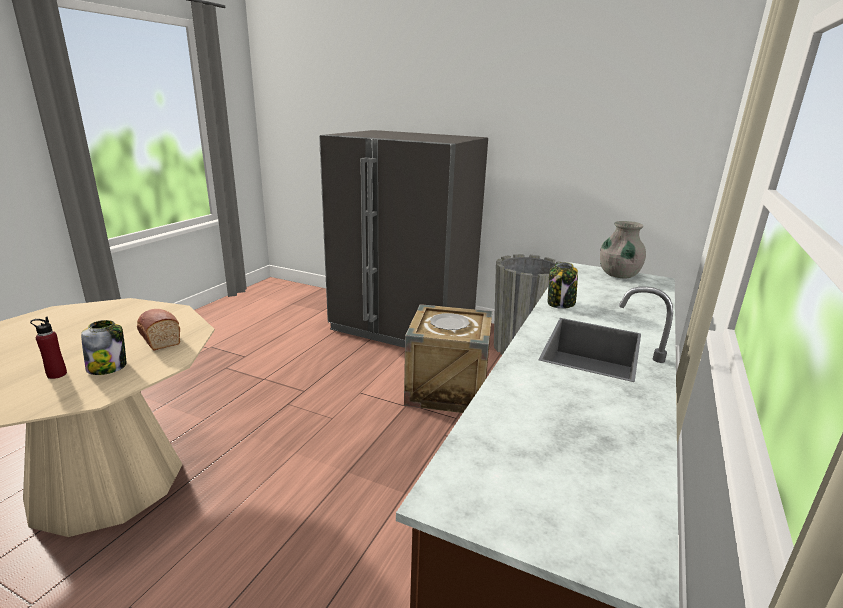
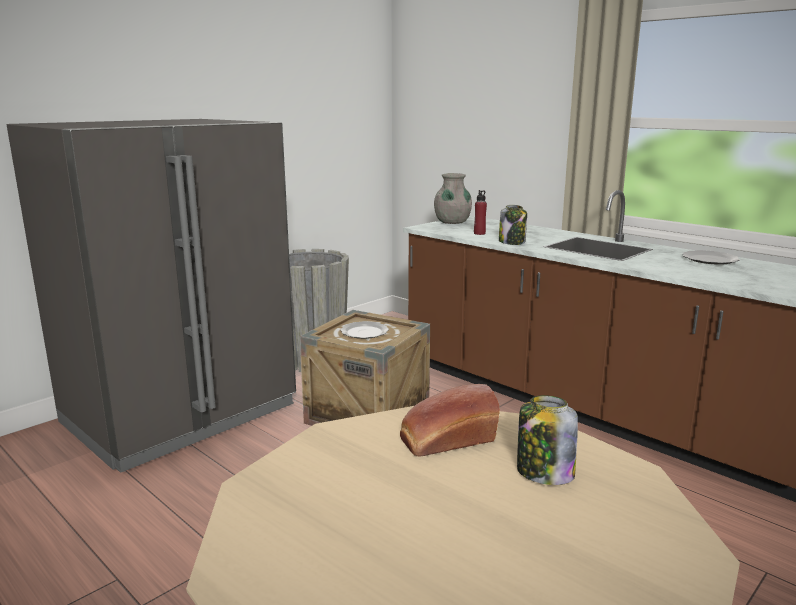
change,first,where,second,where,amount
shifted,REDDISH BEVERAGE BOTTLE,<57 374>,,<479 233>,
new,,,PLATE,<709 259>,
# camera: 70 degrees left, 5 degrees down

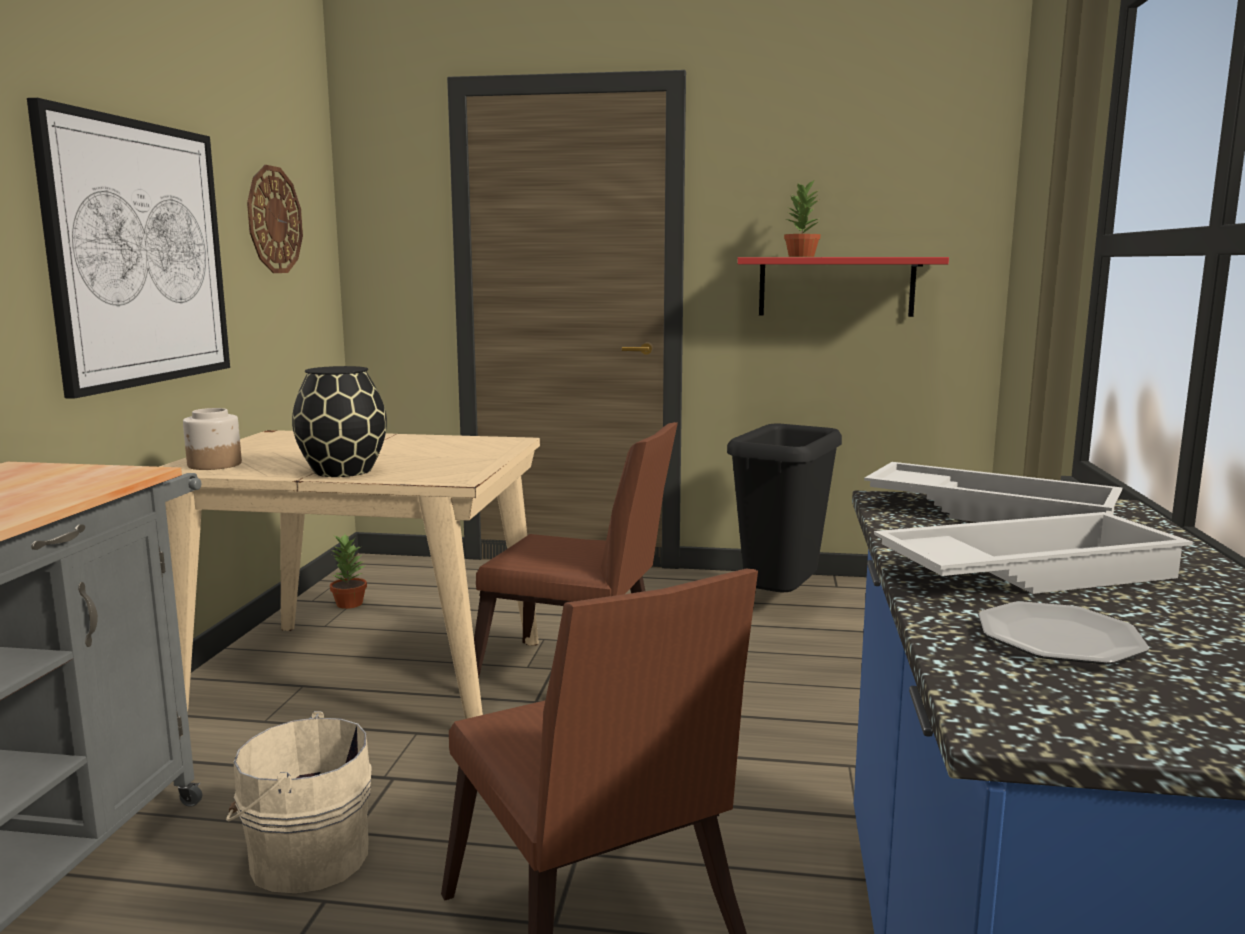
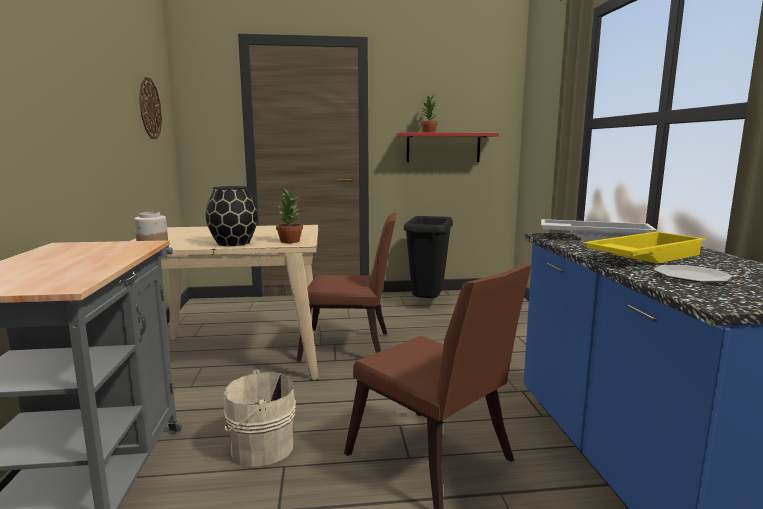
change,first,where,second,where,amount
gone,WALL PICTURE,<139 254>,,,
repainted,WHITE-COLOURED TRAY,<1026 571>,YELLOW-COLOURED TRAY,<642 256>,
shifted,PLANT IN A POT,<349 603>,,<289 241>,
# camera: 15 degrees left, 0 degrees up

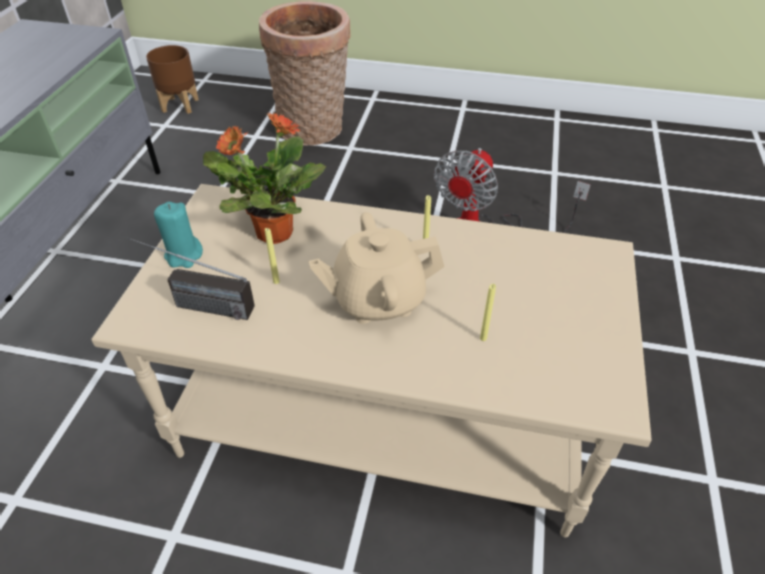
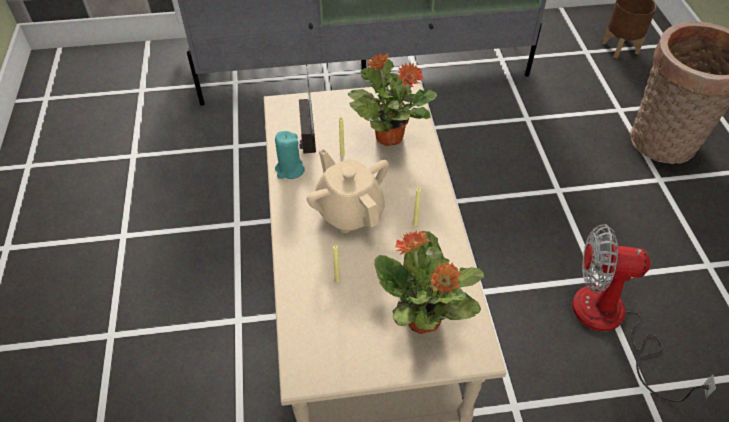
change,first,where,second,where,amount
shifted,BLUE-GREEN CANDLE,<184 255>,,<289 170>,
new,,,PLANT IN A POT,<423 320>,
# camera: 70 degrees right, 5 degrees up

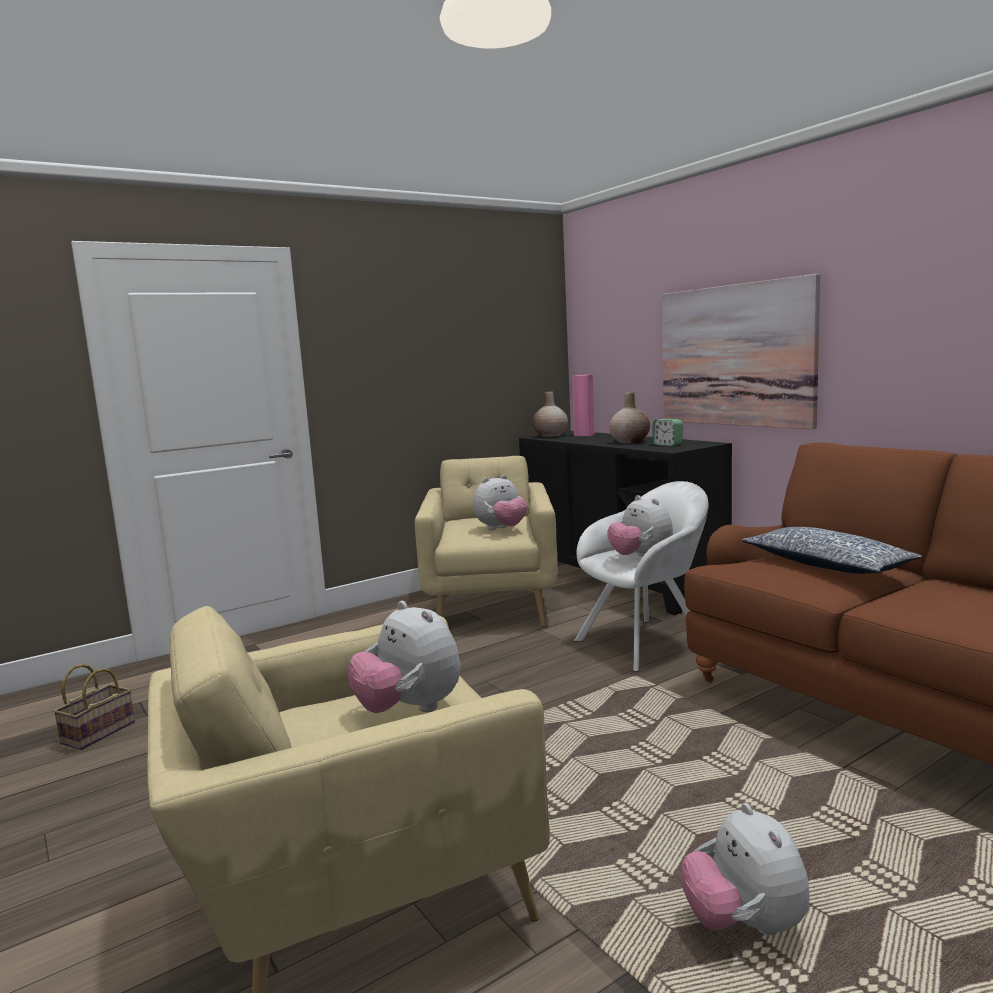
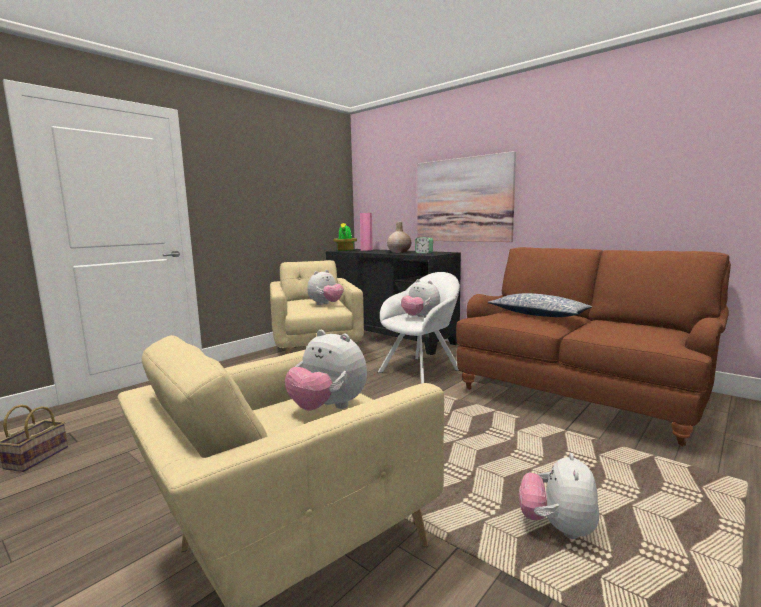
change,first,where,second,where,amount
swapped,BEIGE FLOWER VASE,<550 435>,PLANT IN A POT,<345 250>,
rotated,PLUSH TOY,<744 924>,,<557 528>,45 degrees clockwise
# camera: 15 degrees left, 0 degrees up

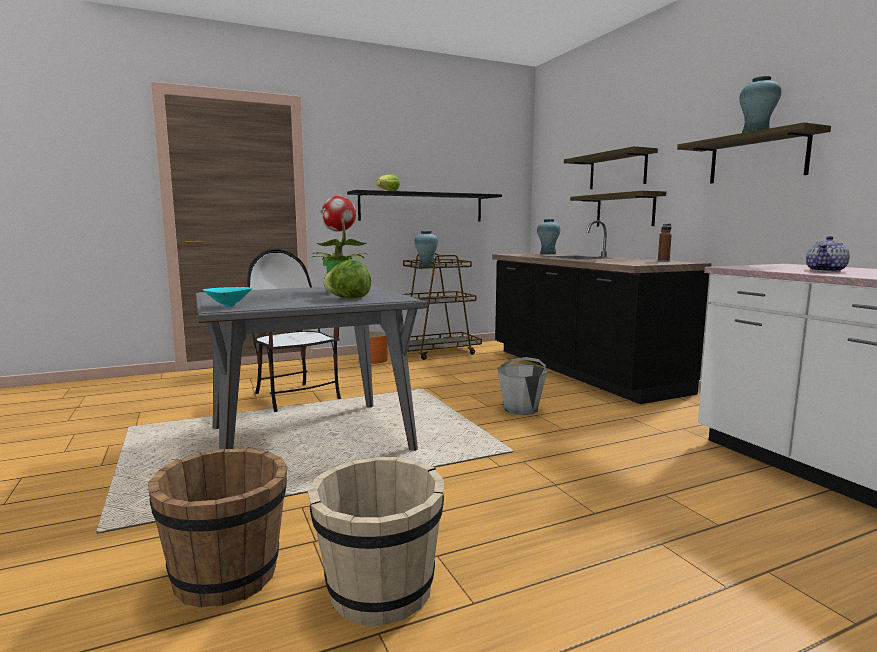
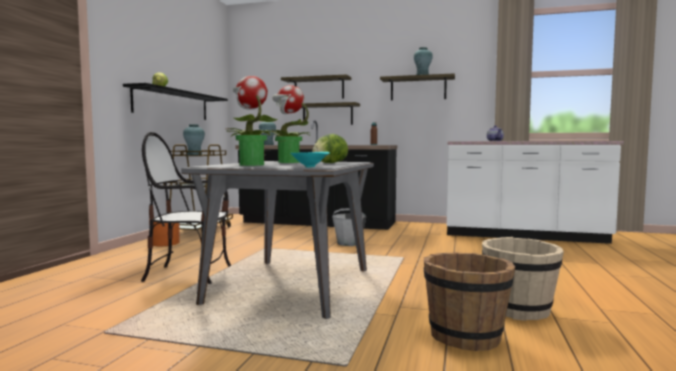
change,first,where,second,where,amount
new,,,PLANT IN A POT,<251 165>,
# camera: 50 degrees left, 5 degrees down

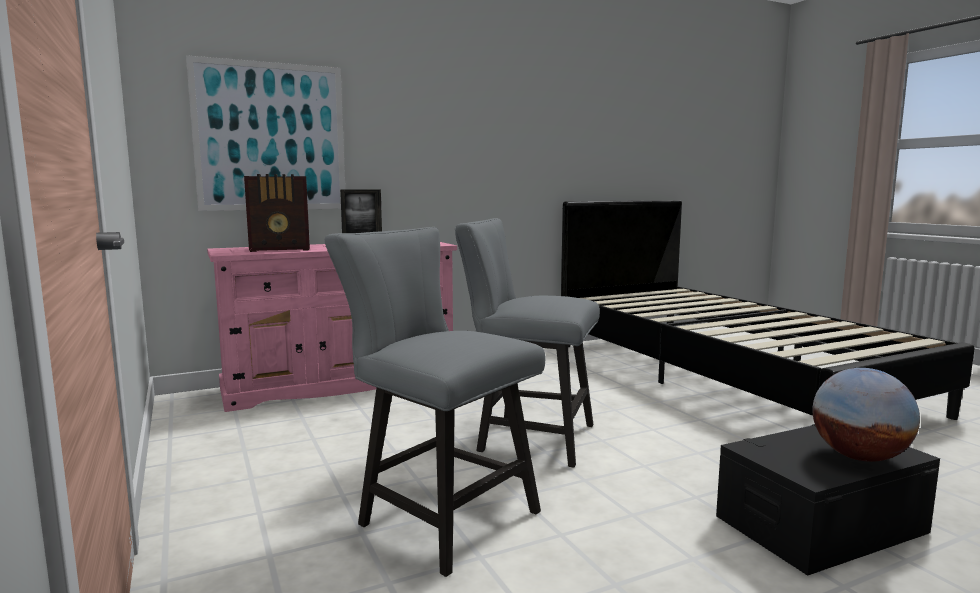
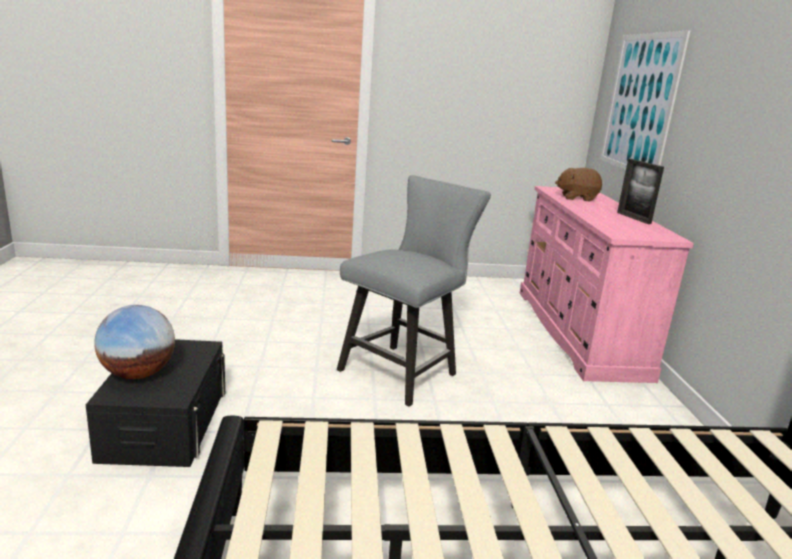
change,first,where,second,where,amount
swapped,RADIO SET,<282 249>,BROWNISH PLUSH TOY,<577 198>,
gone,GREYISH UPRIGHT CHAIR,<438 515>,,,
# camera: 110 degrees right, 10 degrees up

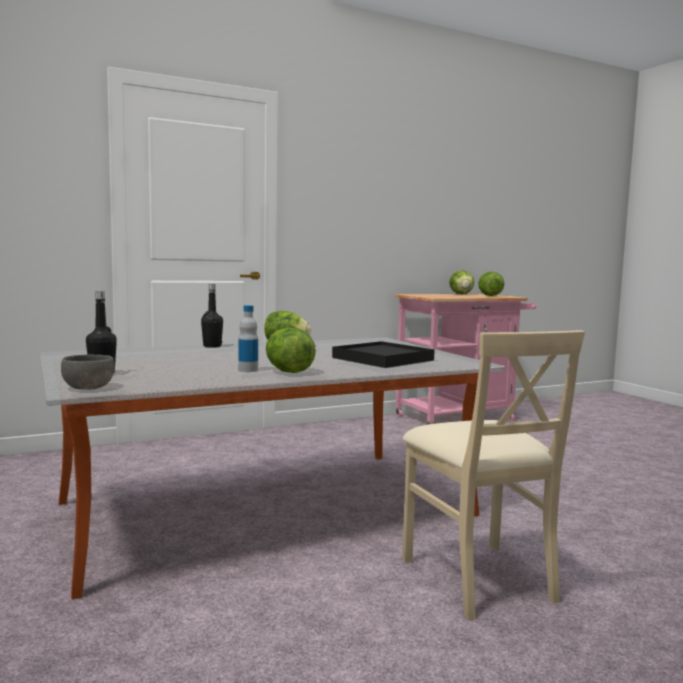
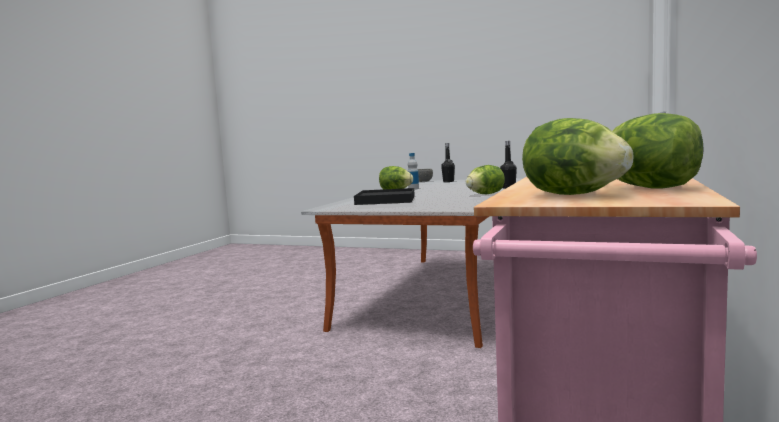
change,first,where,second,where,amount
gone,BEIGE UPRIGHT CHAIR,<477 577>,,,
# camera: 140 degrees right, 0 degrees up

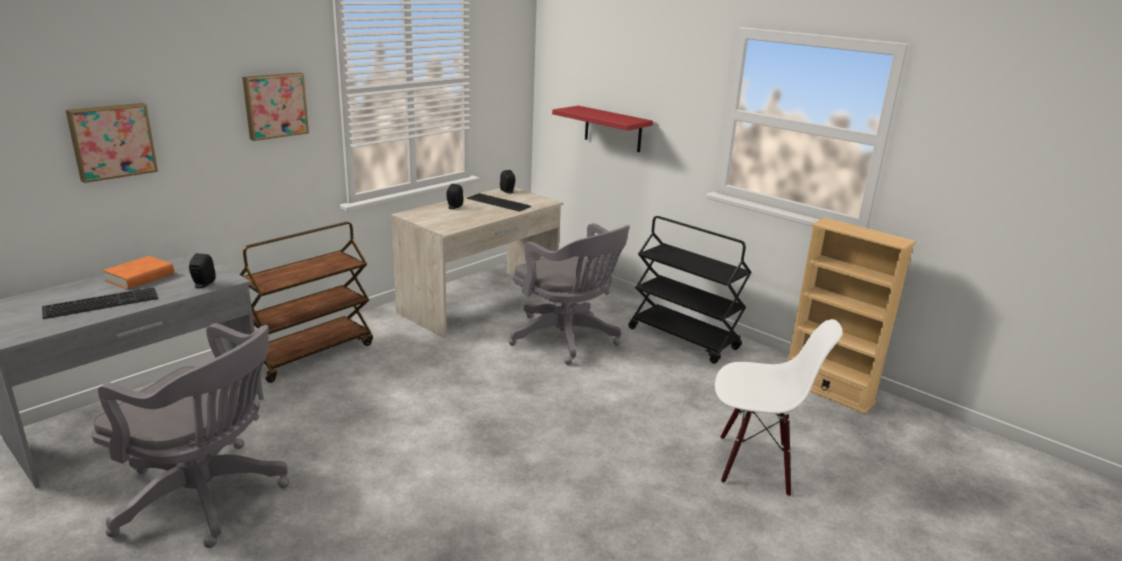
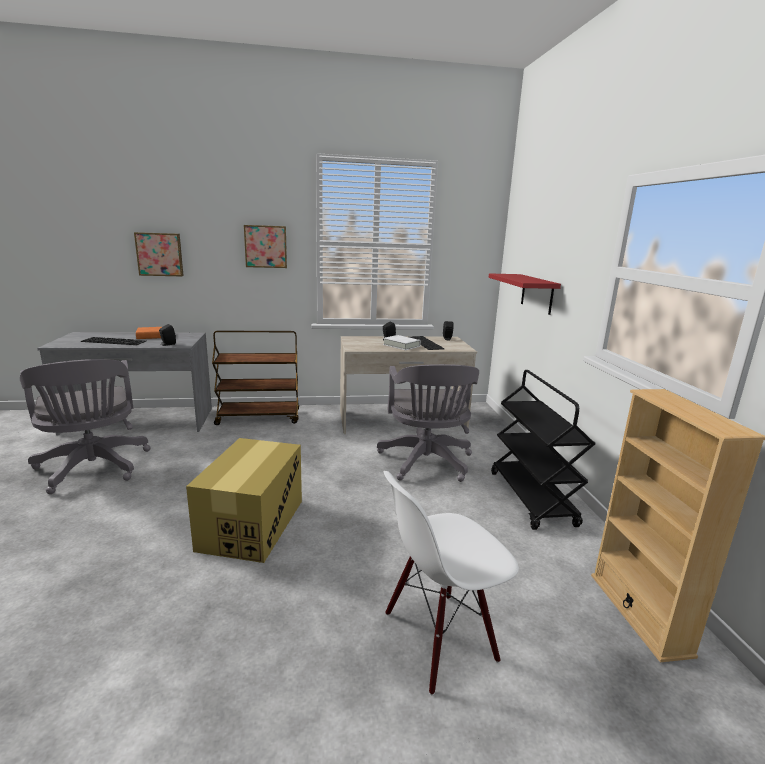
change,first,where,second,where,amount
rotated,WHITE-COLOURED UPRIGHT CHAIR,<754 464>,,<439 638>,105 degrees clockwise
new,,,WHITE-COLOURED BOUND BOOK,<401 345>,
new,,,CARTON,<252 524>,
# camera: 40 degrees right, 5 degrees down

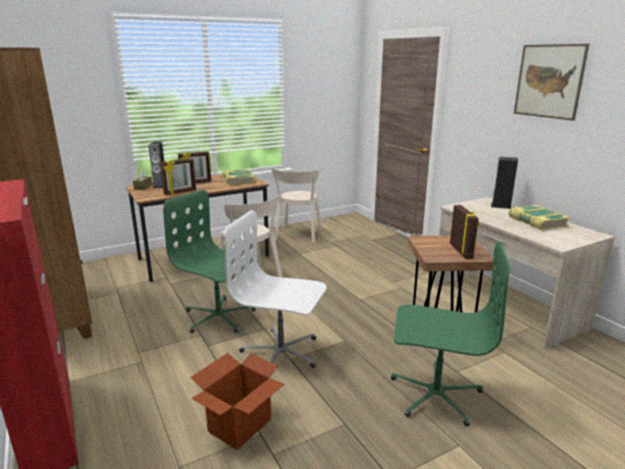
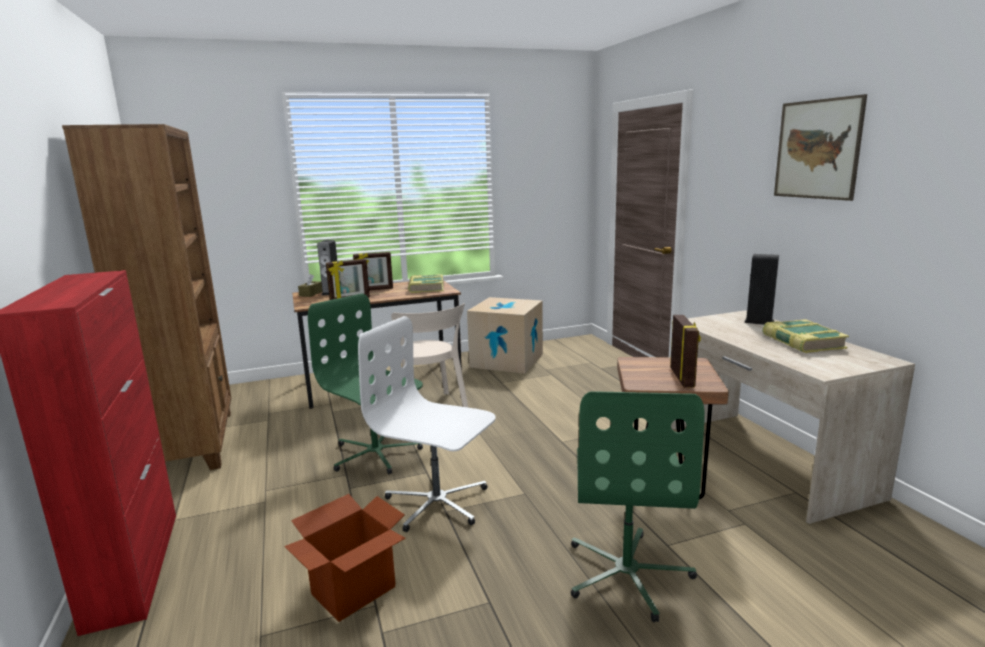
change,first,where,second,where,amount
swapped,BEIGE UPRIGHT CHAIR,<298 235>,CARTON,<507 360>,
rotated,GREEN-COLOURED COMPUTER CHAIR,<435 394>,,<627 573>,75 degrees clockwise
# camera: 10 degrees right, 5 degrees down

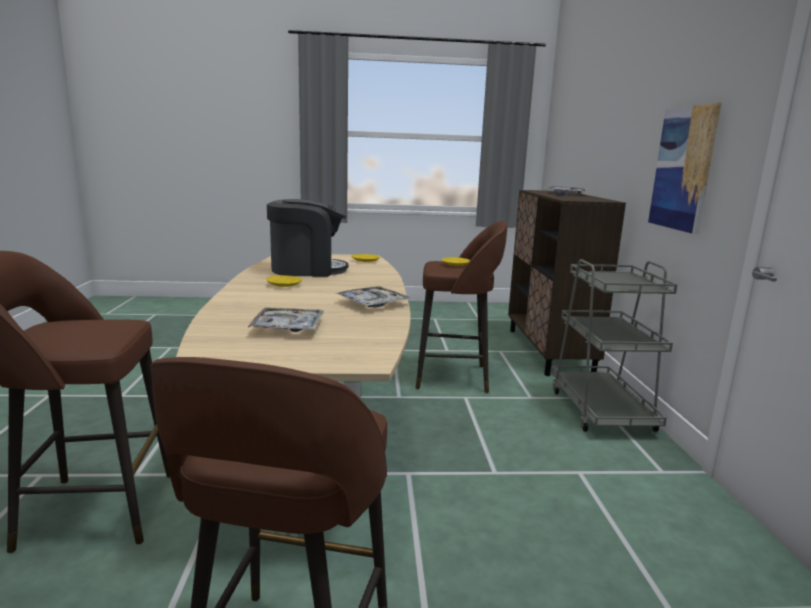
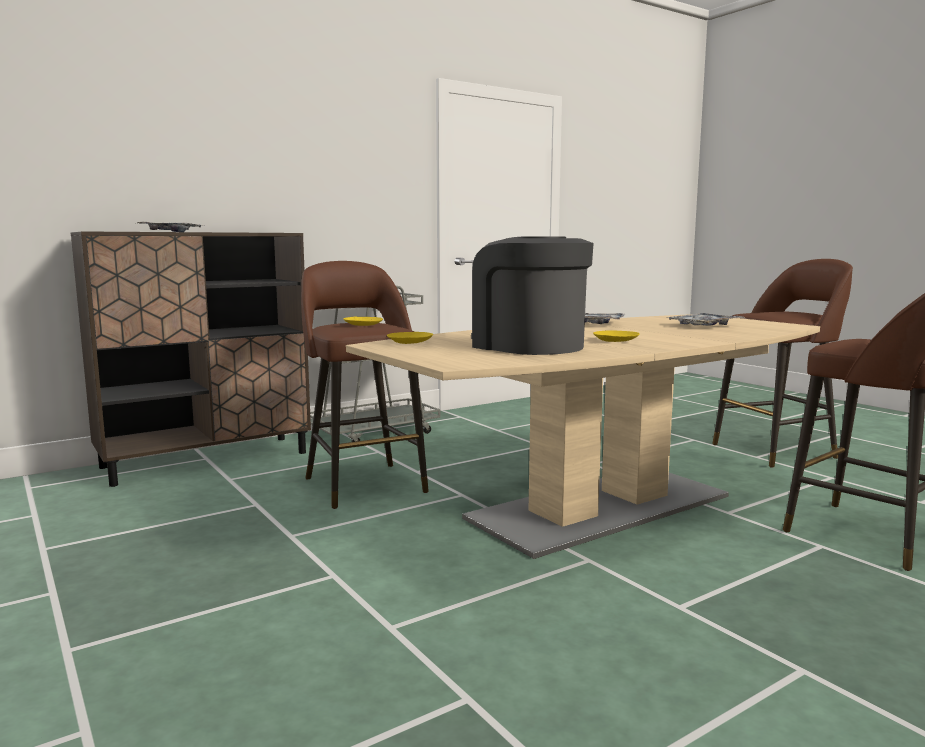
change,first,where,second,where,amount
gone,WALL PICTURE,<683 168>,,,
# camera: 120 degrees left, 5 degrees down

